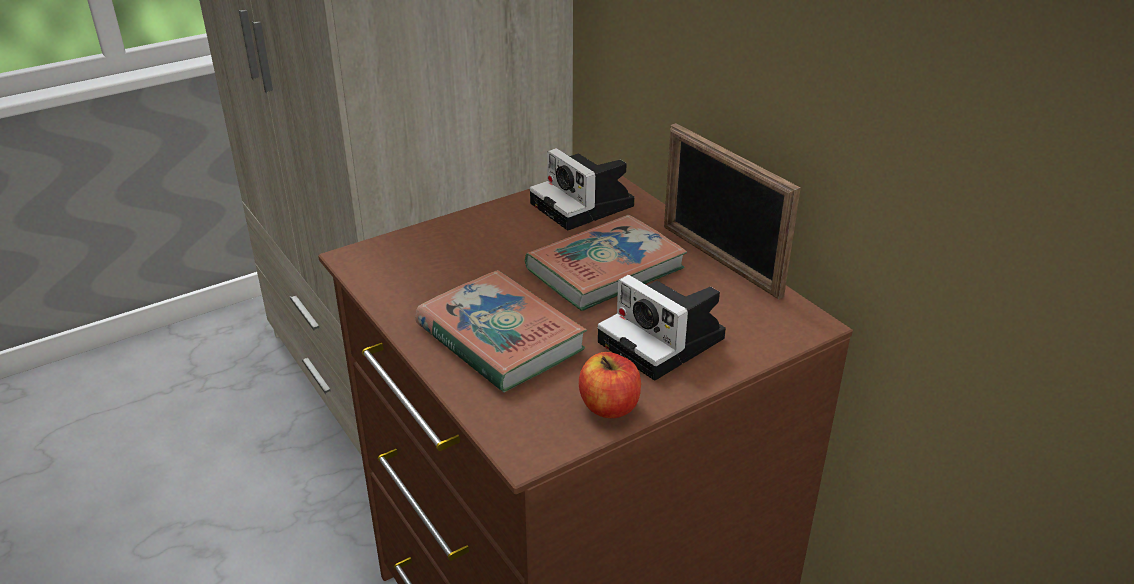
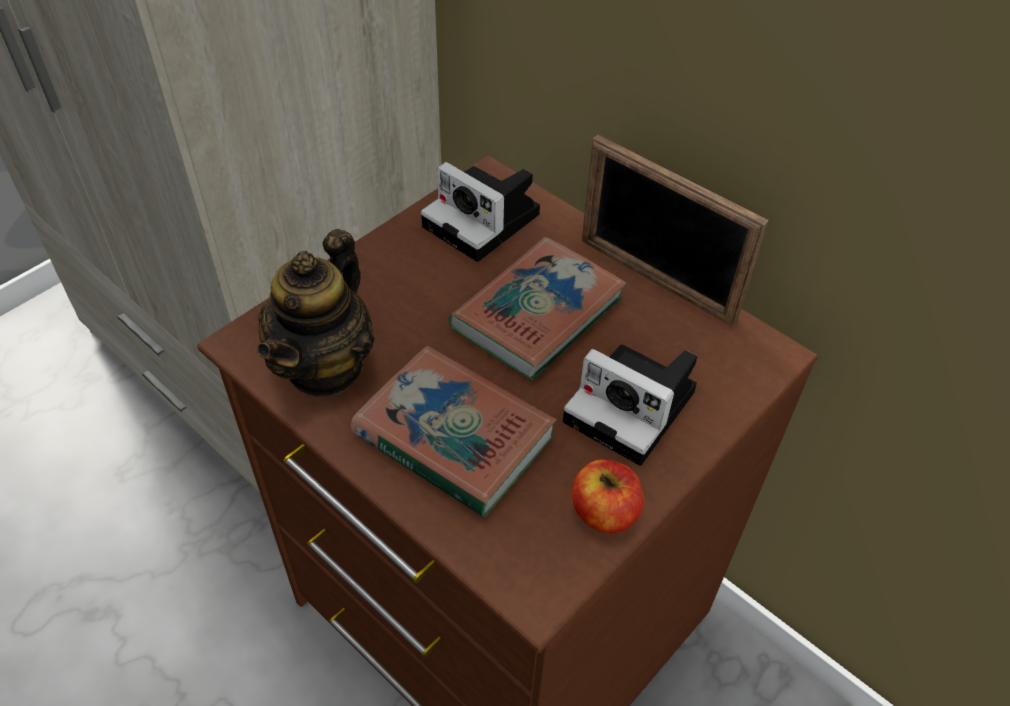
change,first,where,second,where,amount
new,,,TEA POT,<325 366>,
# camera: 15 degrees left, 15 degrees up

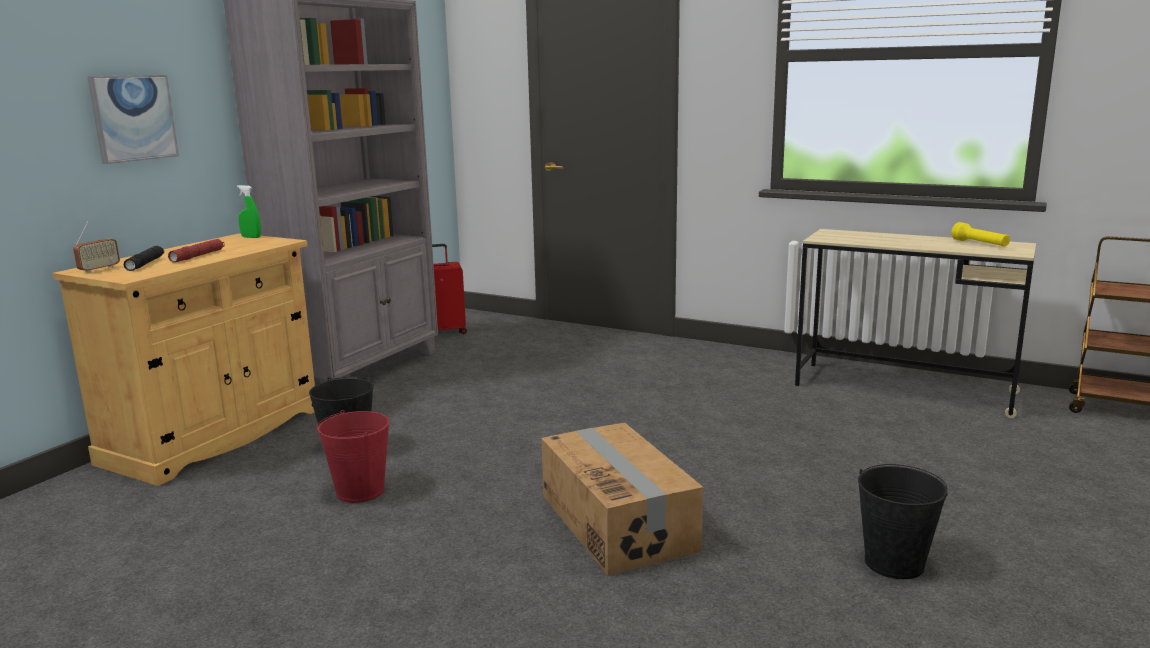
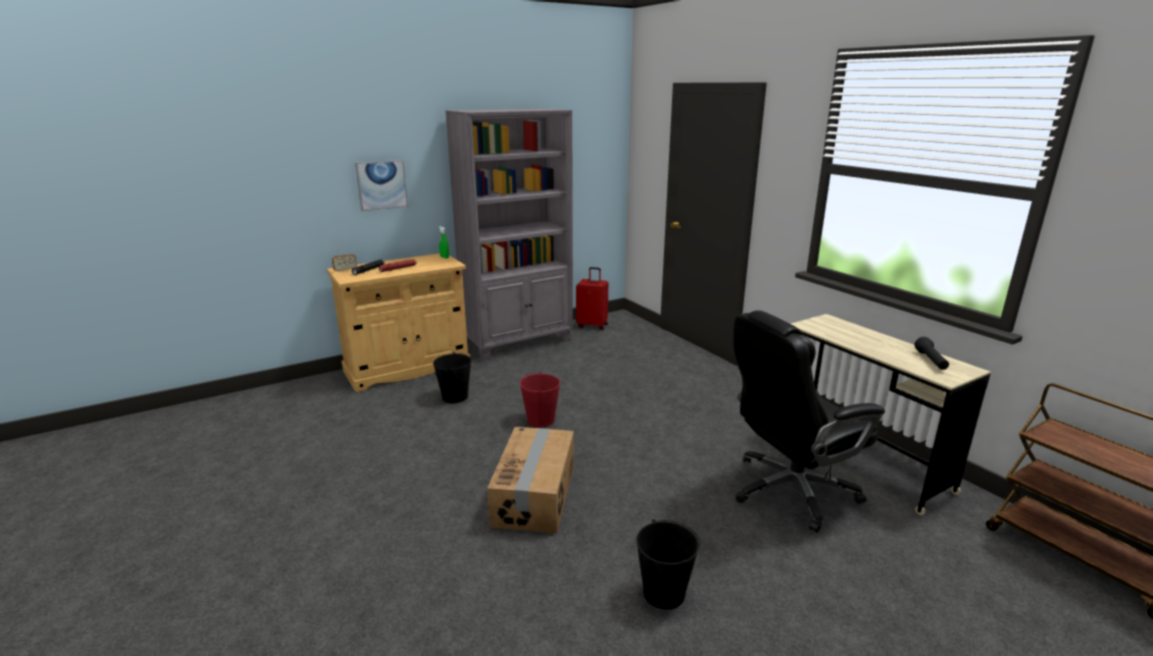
change,first,where,second,where,amount
repainted,YELLOW-COLOURED HAND TORCH,<980 244>,BLACK HAND TORCH,<931 361>,
shifted,REDDISH BUCKET,<360 491>,,<541 420>,
new,,,BLACK COMPUTER CHAIR,<790 490>,
# camera: 30 degrees right, 5 degrees up

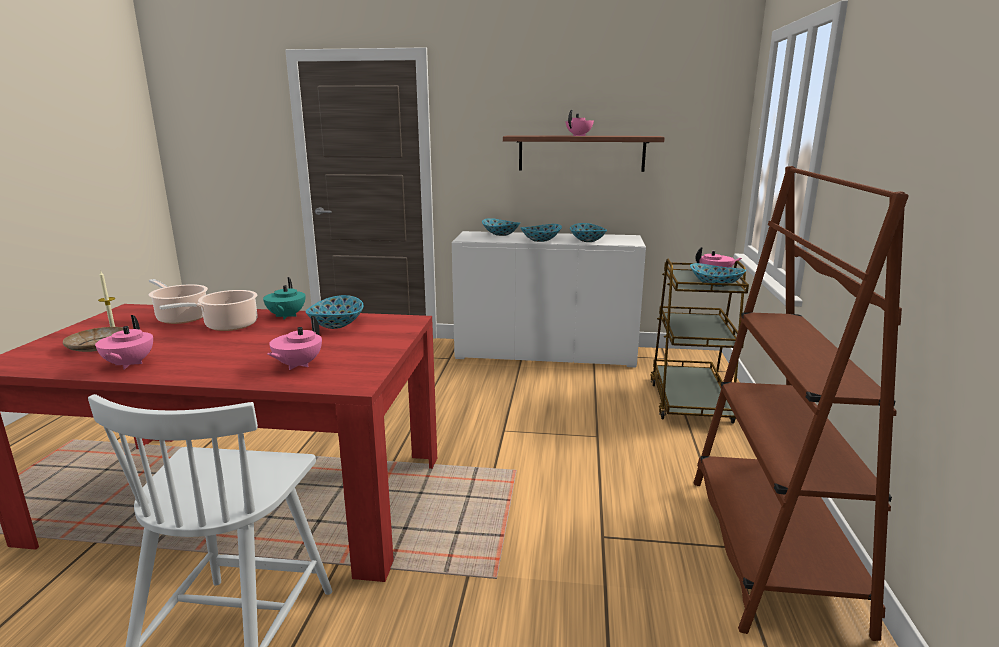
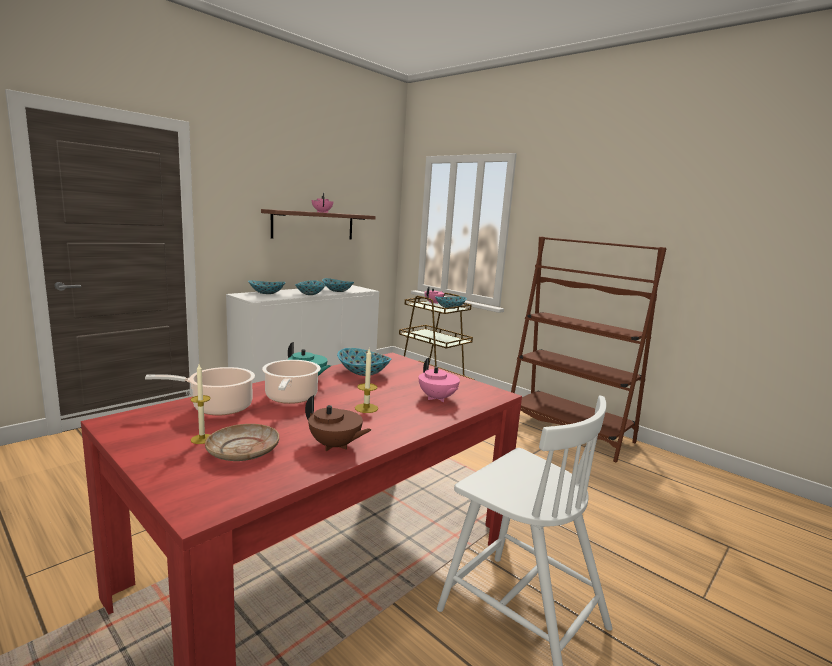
change,first,where,second,where,amount
repainted,PINK TEA POT,<128 364>,BROWNISH TEA POT,<335 446>,
new,,,CANDLE,<366 408>,
# camera: 55 degrees left, 5 degrees down

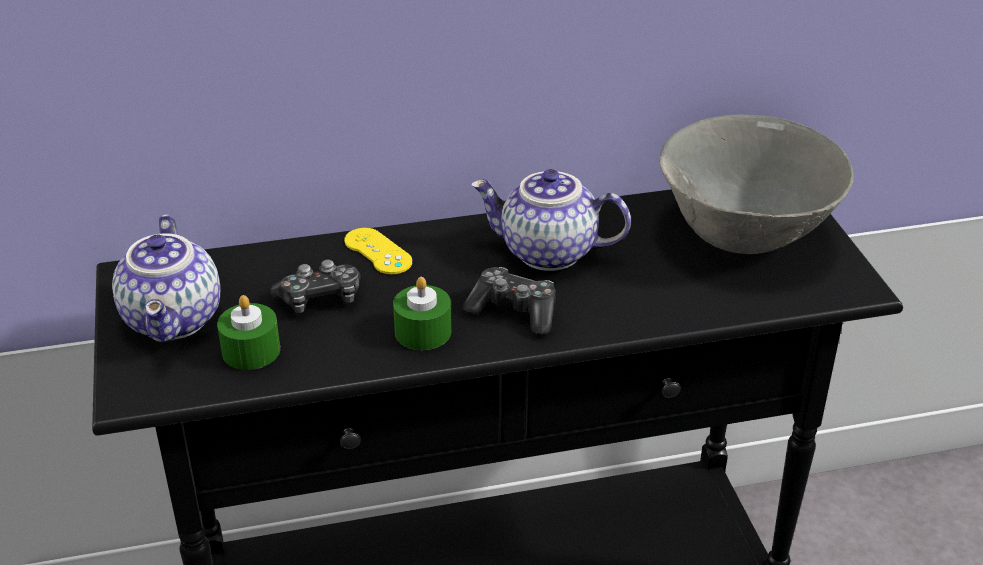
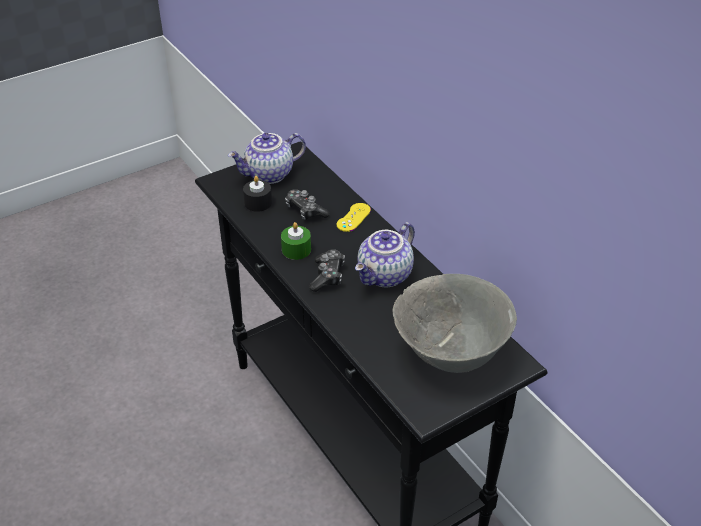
change,first,where,second,where,amount
rotated,TEA POT,<547 253>,,<385 276>,135 degrees counterclockwise
repainted,GREEN-COLOURED CANDLE,<251 351>,BLACK CANDLE,<258 202>,
# camera: 70 degrees right, 5 degrees up

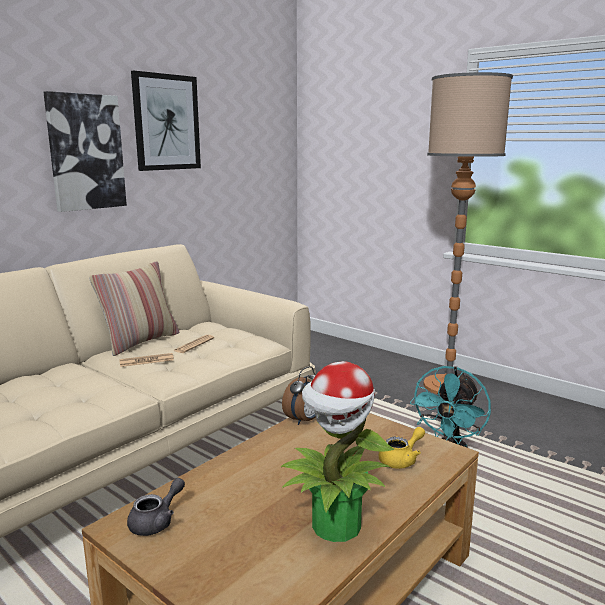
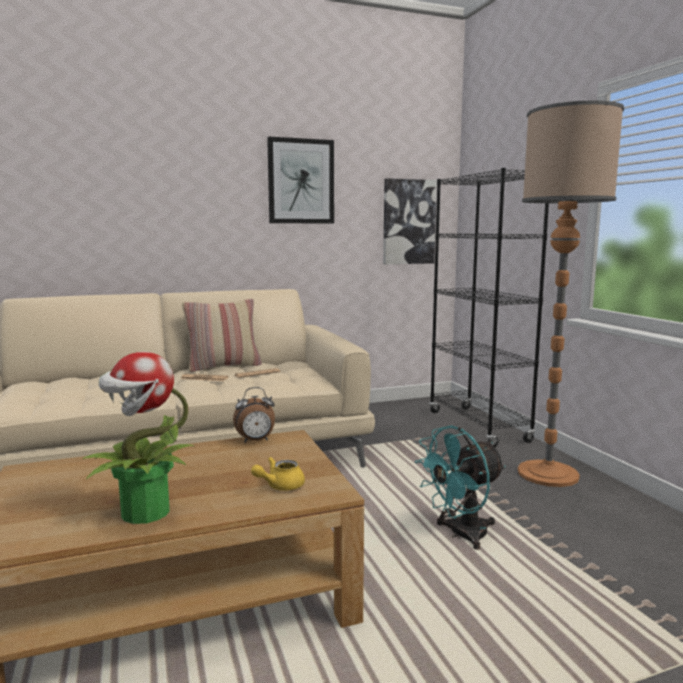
change,first,where,second,where,amount
shifted,WALL PICTURE,<85 152>,,<408 222>,
rotated,YELLOW-COLOURED TEA POT,<401 460>,,<280 486>,150 degrees clockwise
gone,GREYISH TEA POT,<157 521>,,,
new,,,BLACK SHELVING UNIT,<478 426>,
# camera: 30 degrees right, 5 degrees down

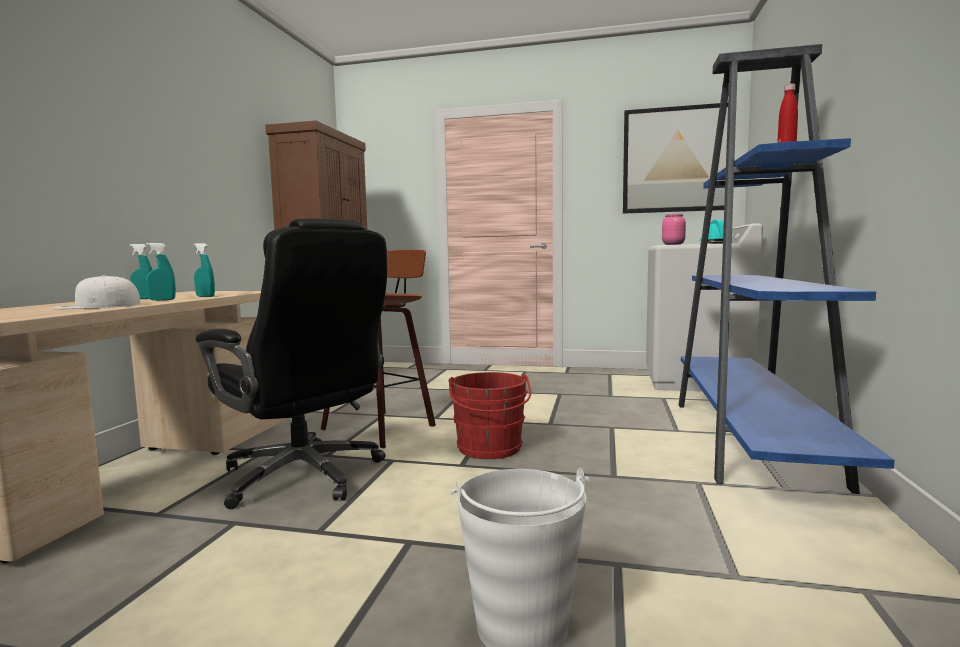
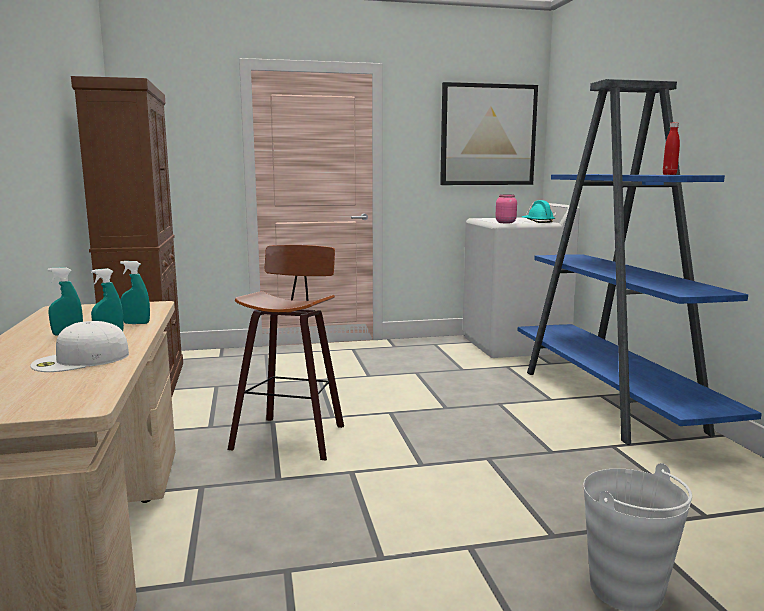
change,first,where,second,where,amount
gone,BLACK COMPUTER CHAIR,<304 476>,,,
gone,REDDISH BUCKET,<489 449>,,,
# camera: 25 degrees left, 5 degrees up

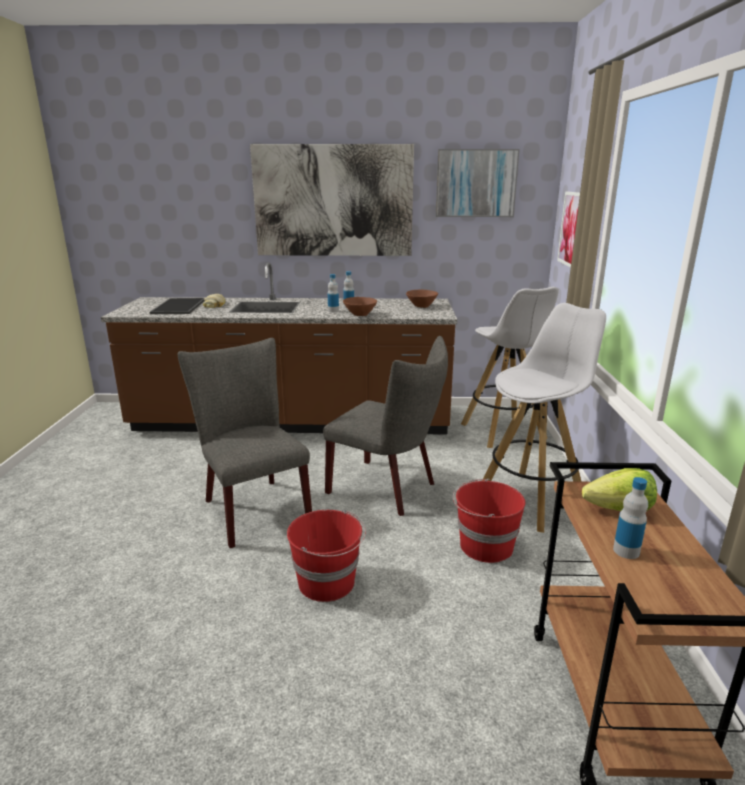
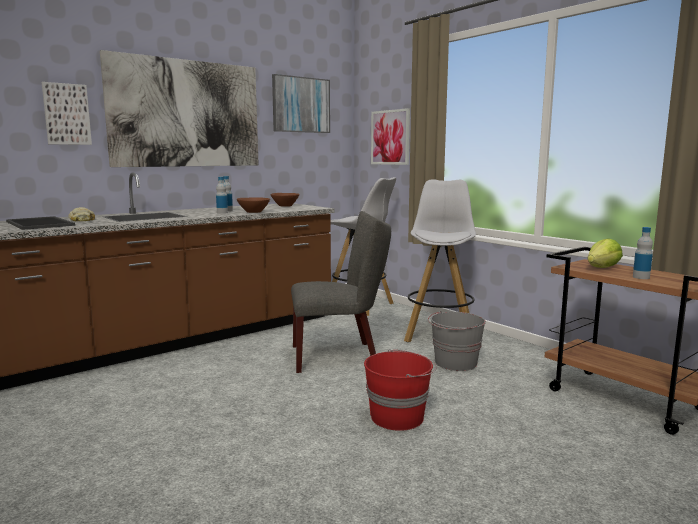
change,first,where,second,where,amount
gone,GREYISH UPRIGHT CHAIR,<252 507>,,,
repainted,REDDISH BUCKET,<484 546>,GREYISH BUCKET,<455 363>,
new,,,WALL PICTURE,<66 114>,
# camera: 40 degrees left, 10 degrees down

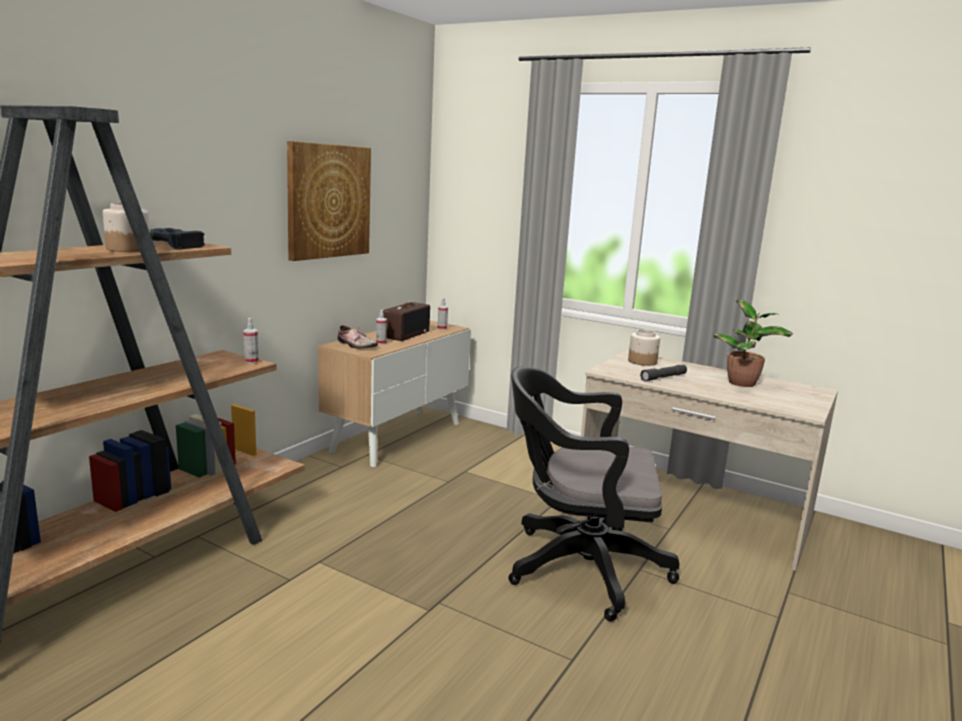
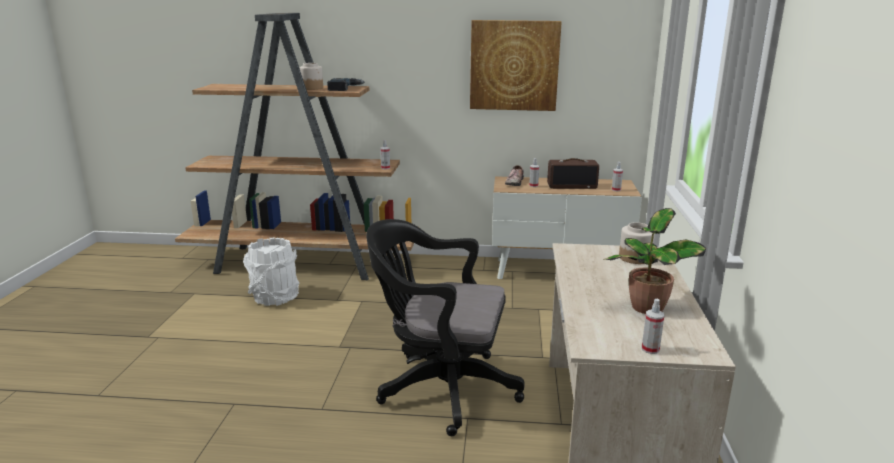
change,first,where,second,where,amount
gone,GREYISH HAND TORCH,<663 377>,,,
rotated,BLACK COMPUTER CHAIR,<577 567>,,<441 388>,60 degrees counterclockwise
new,,,WHITE-COLOURED BUCKET,<275 297>,
new,,,HAND SPRAYER,<650 349>,
# camera: 65 degrees right, 5 degrees up

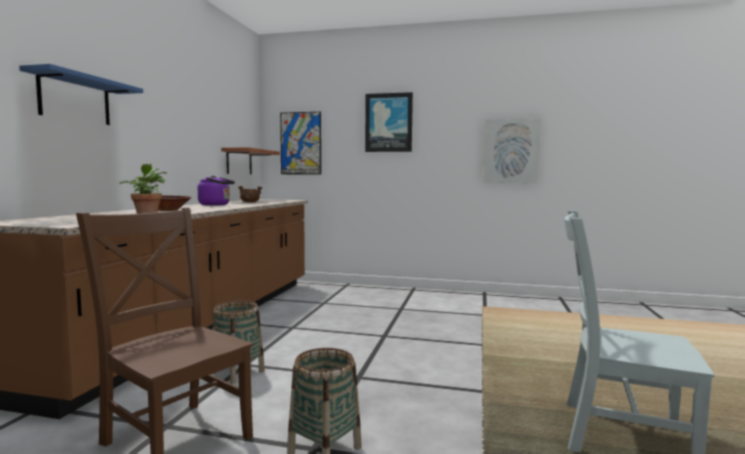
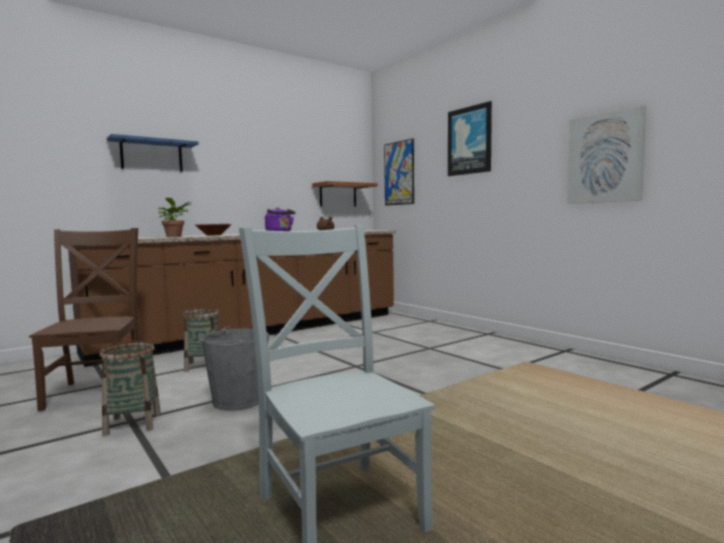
change,first,where,second,where,amount
new,,,GREYISH BUCKET,<238 400>,
# camera: 40 degrees right, 0 degrees up

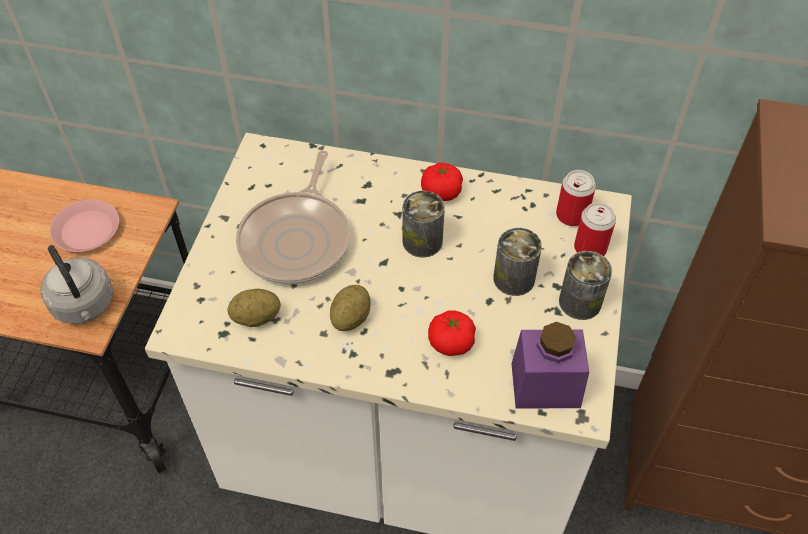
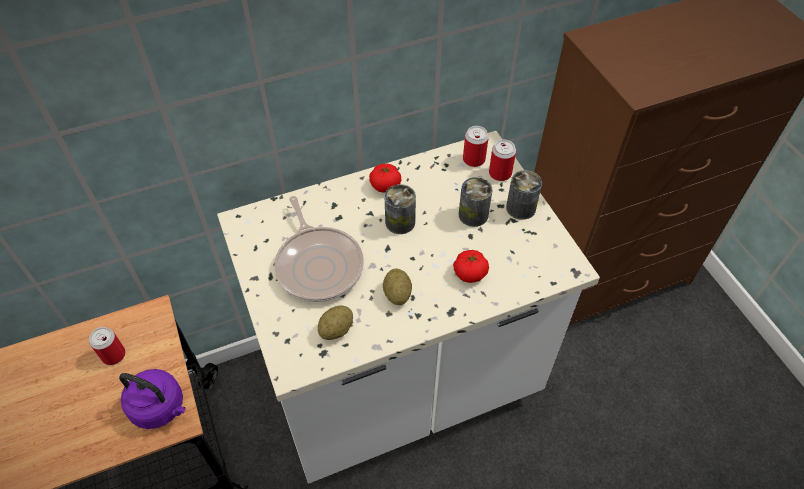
change,first,where,second,where,amount
swapped,PINK PLATE,<86 230>,METAL CAN,<113 355>,
repainted,GREYISH TEA KETTLE,<85 306>,PURPLE-COLOURED TEA KETTLE,<160 408>,
gone,PURPLE-COLOURED PRESERVE JAR,<545 385>,,,
# camera: 35 degrees left, 0 degrees up

